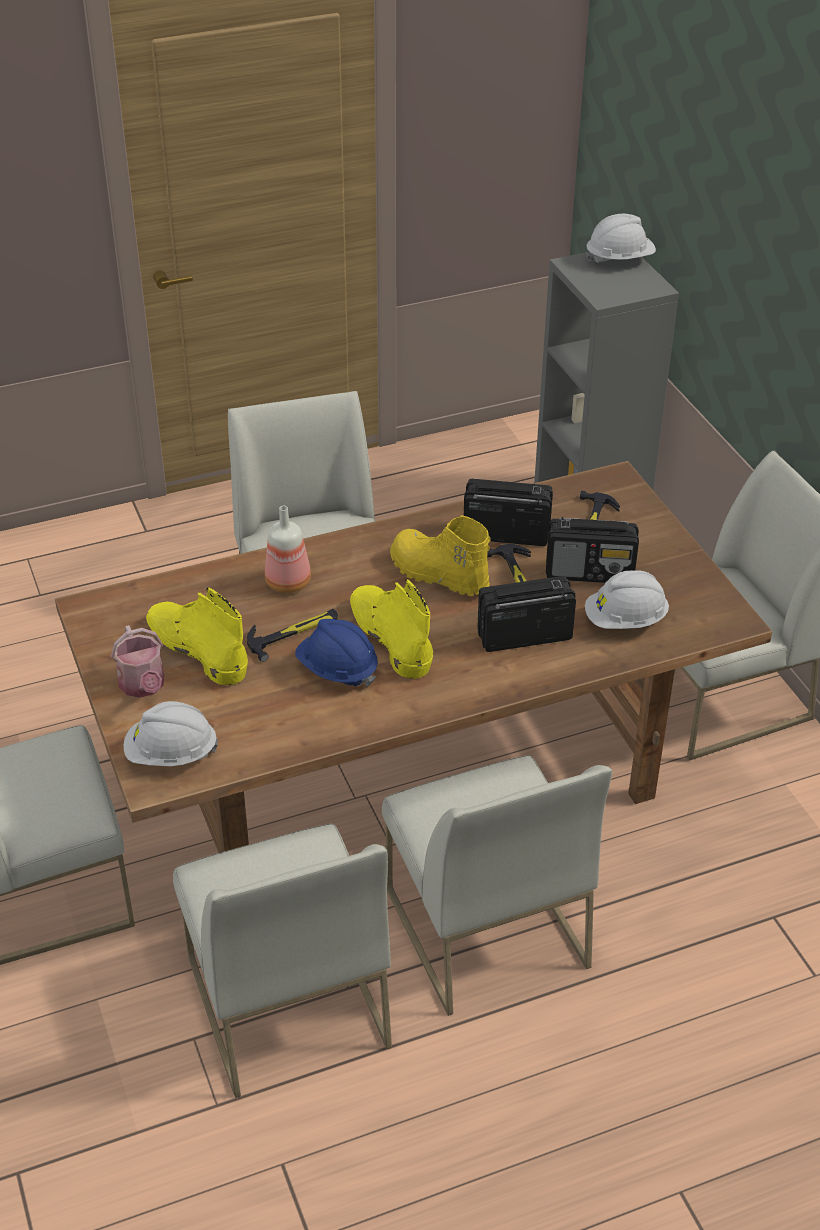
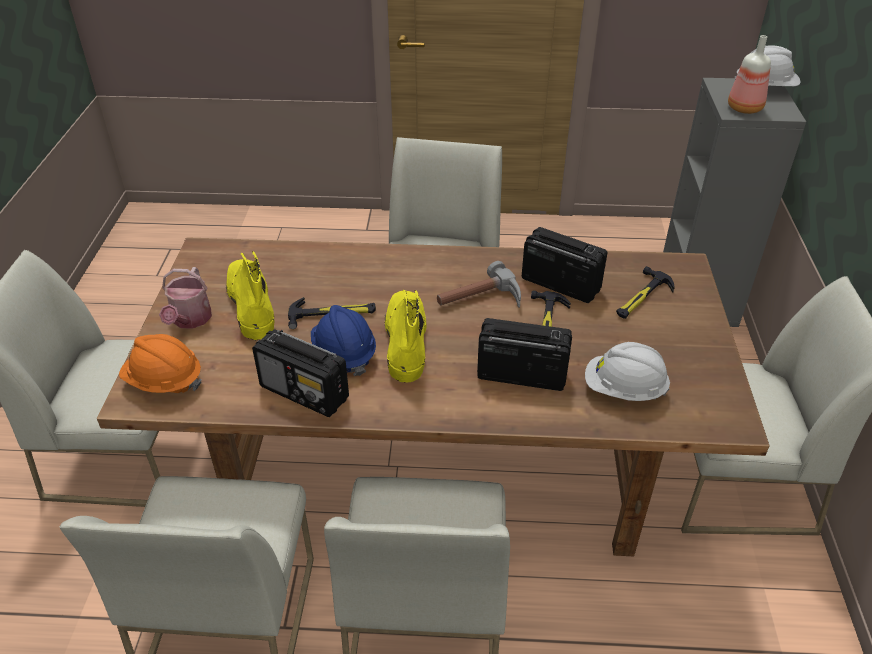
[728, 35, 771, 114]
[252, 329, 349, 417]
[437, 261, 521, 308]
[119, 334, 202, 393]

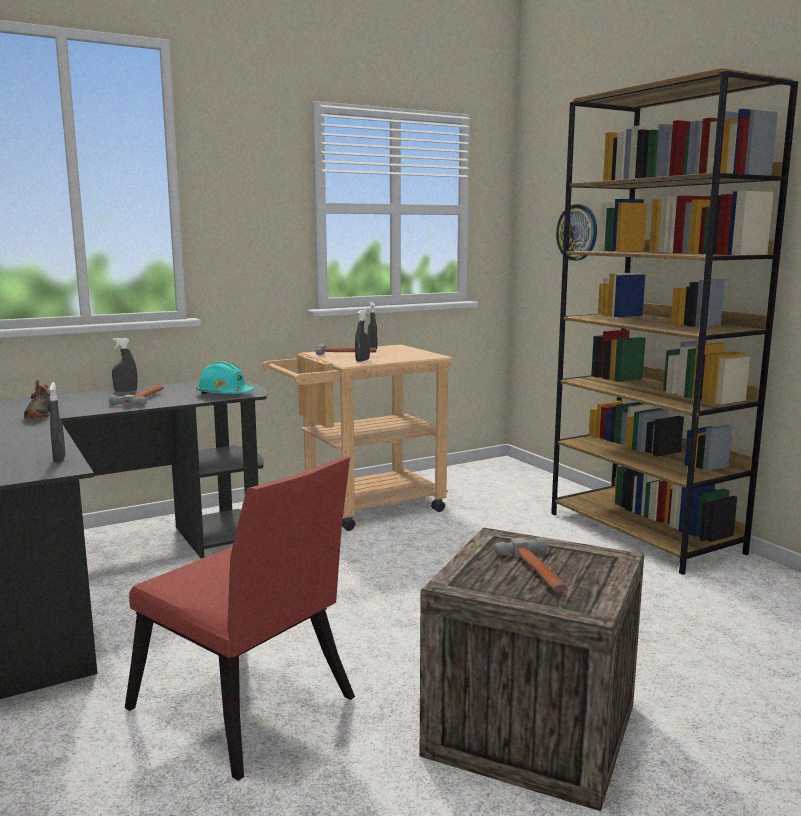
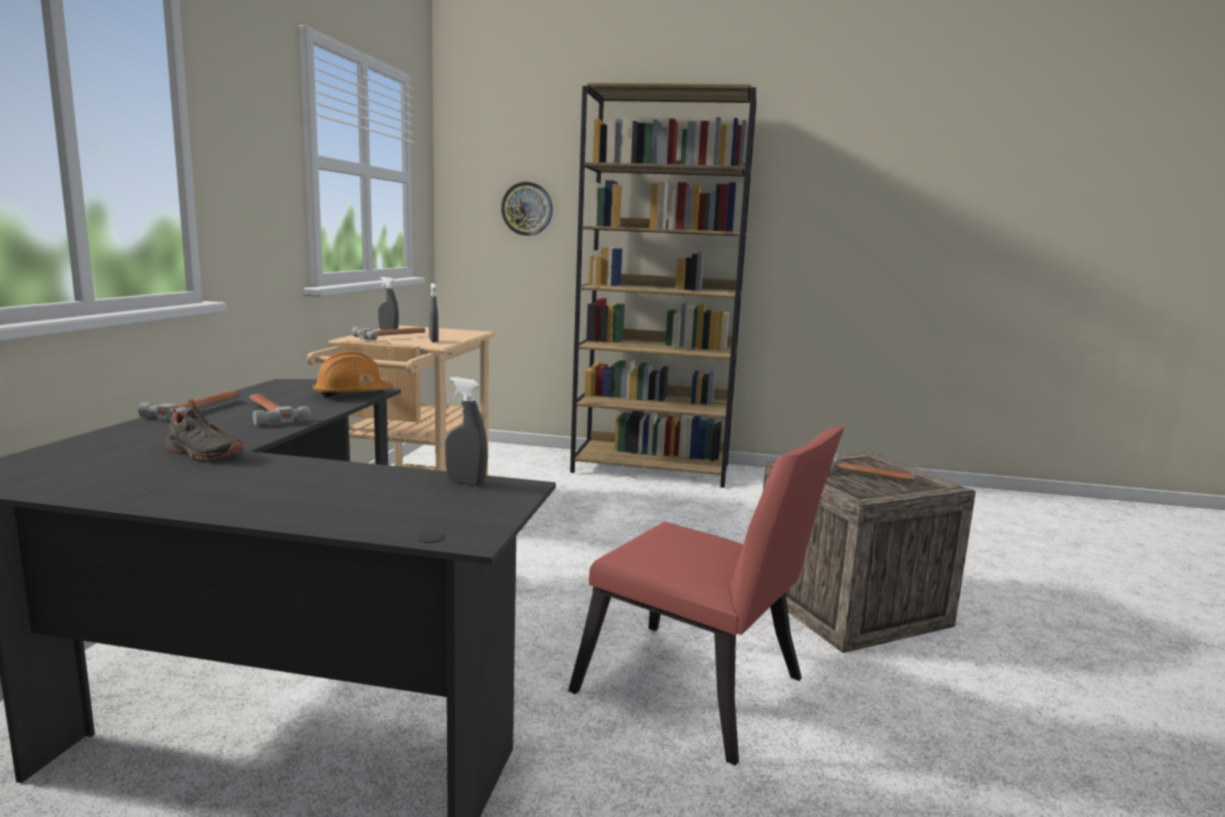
[138, 390, 239, 421]
[313, 352, 394, 397]
[568, 427, 844, 766]

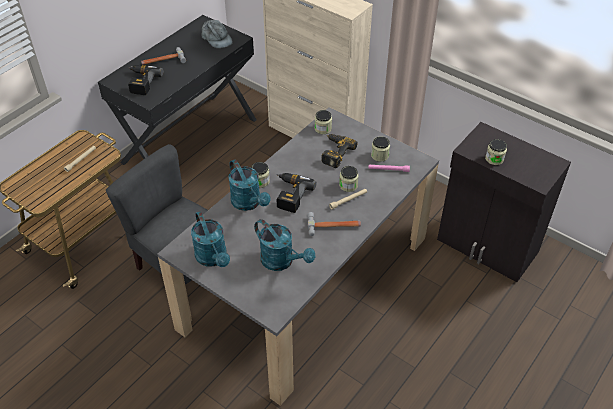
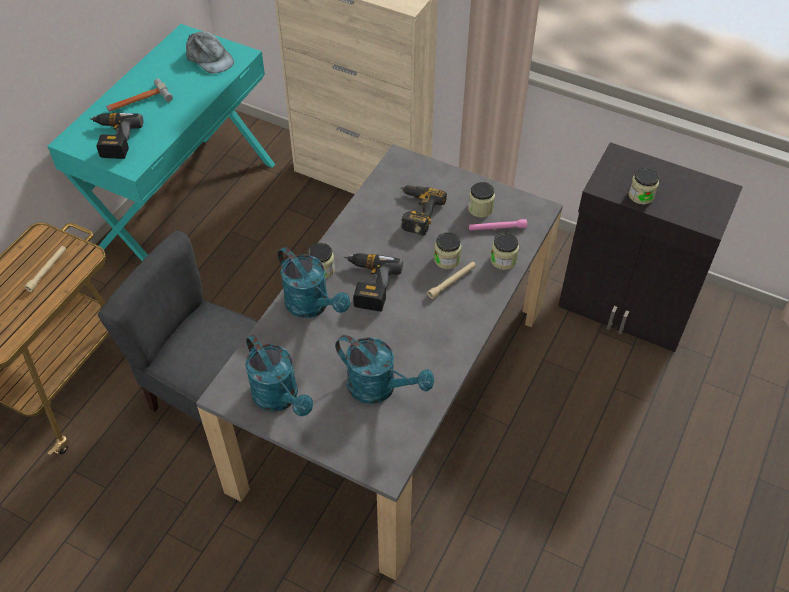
[307, 212, 361, 236] (first image)
[491, 233, 519, 270]
[47, 24, 275, 261]

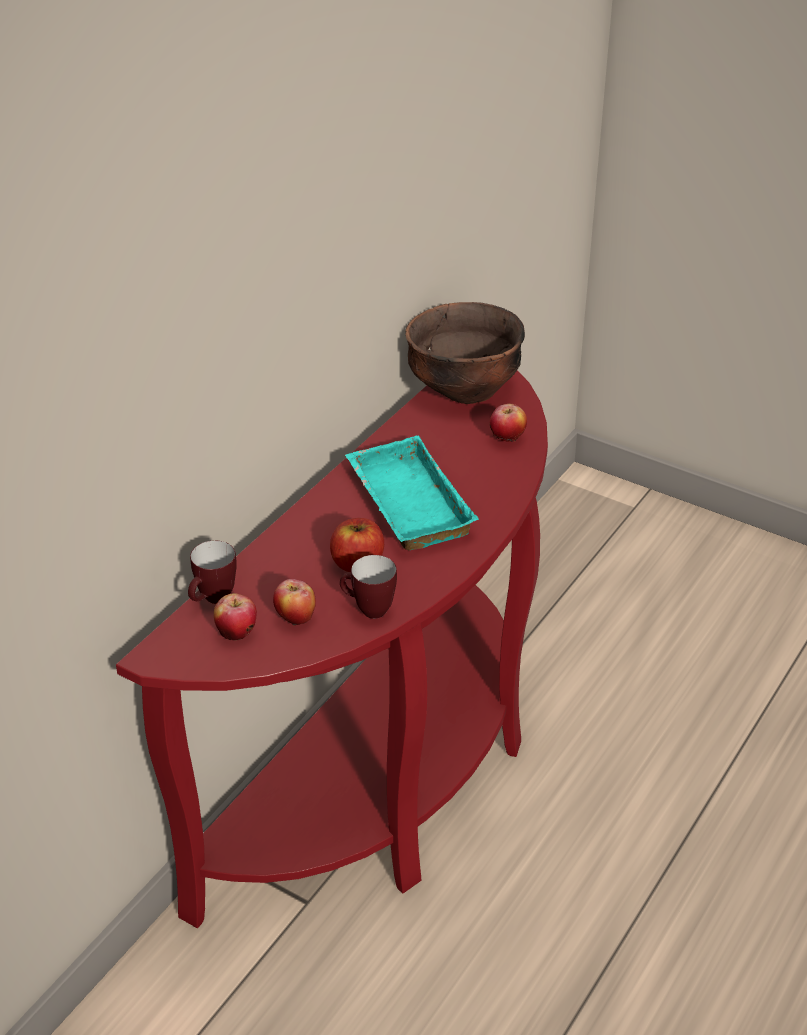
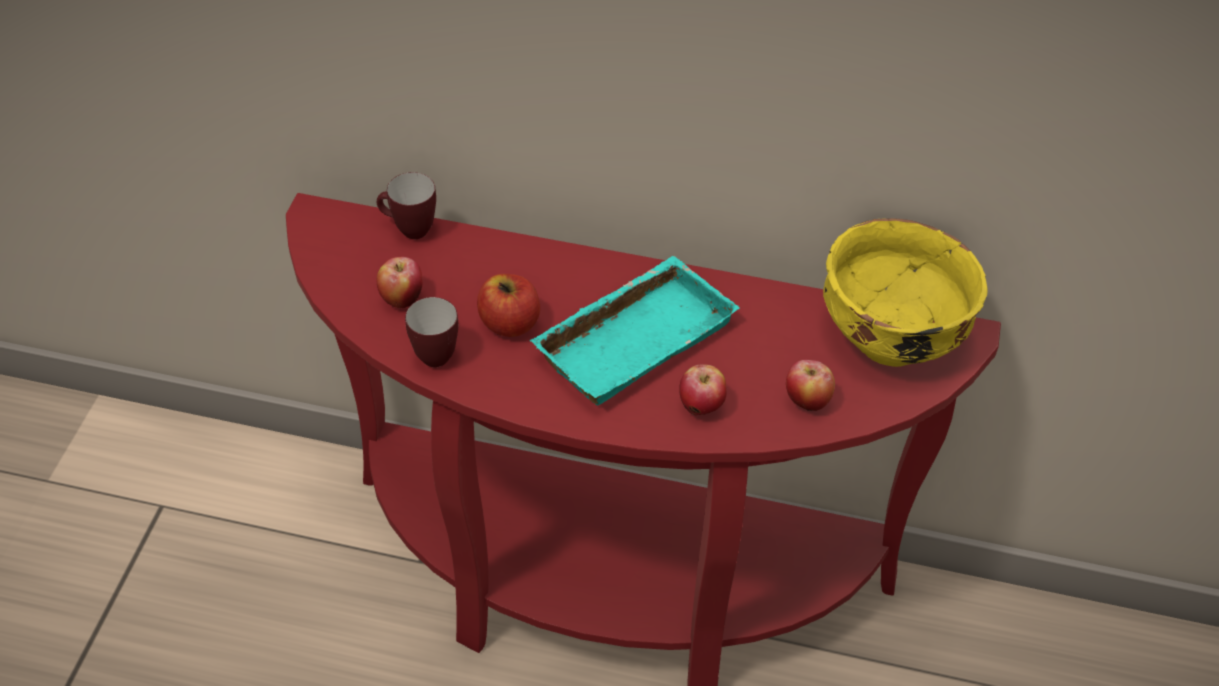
[679, 364, 726, 416]
[823, 218, 988, 367]

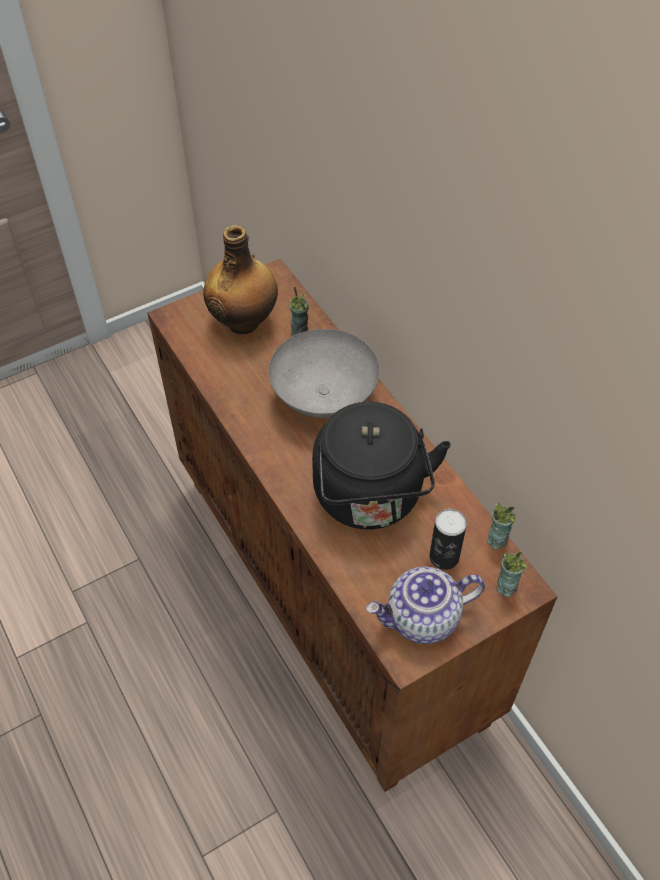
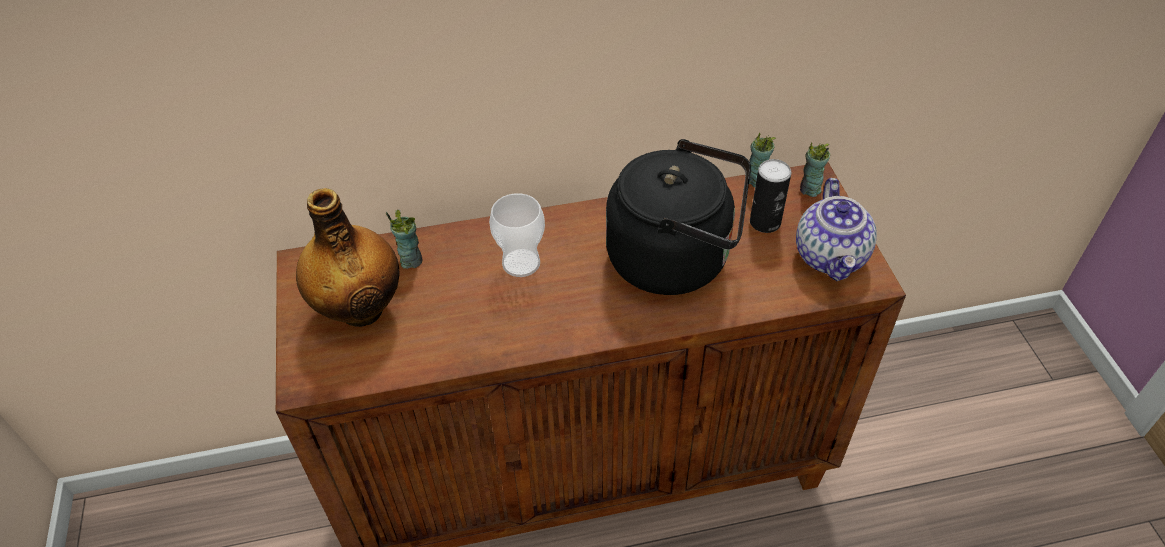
[489, 193, 545, 277]

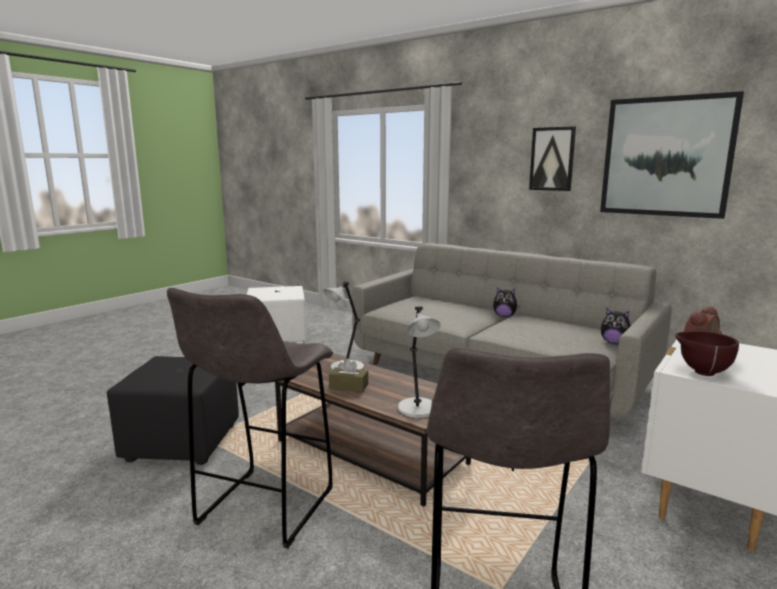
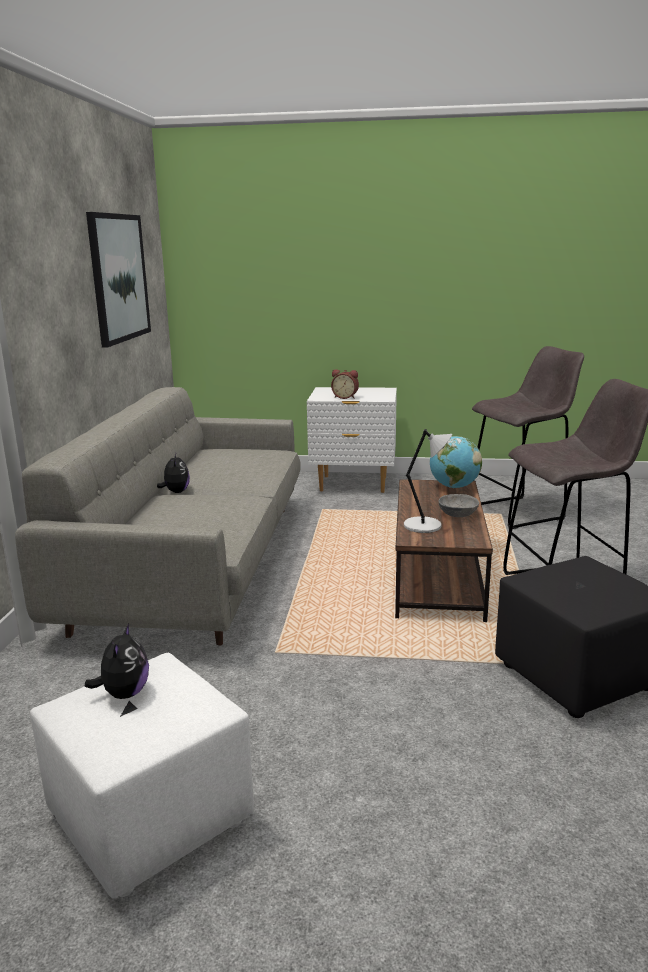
[529, 126, 576, 191] (first image)
[676, 331, 739, 376] (first image)
[85, 623, 149, 699]
[439, 494, 479, 517]
[430, 436, 482, 488]

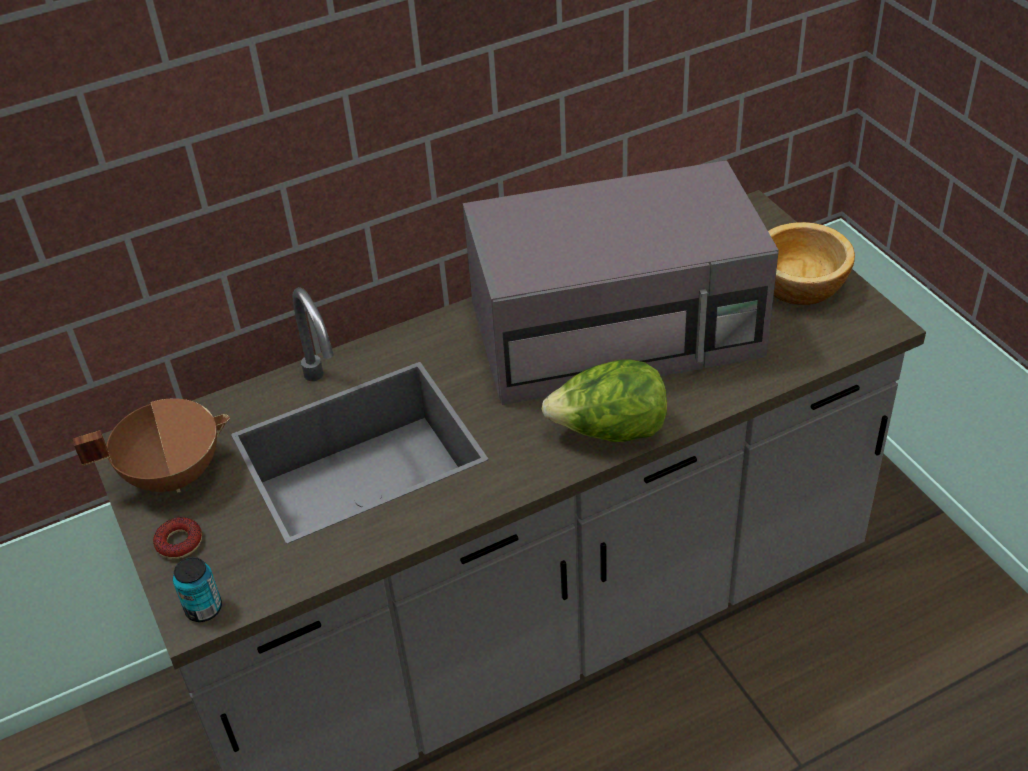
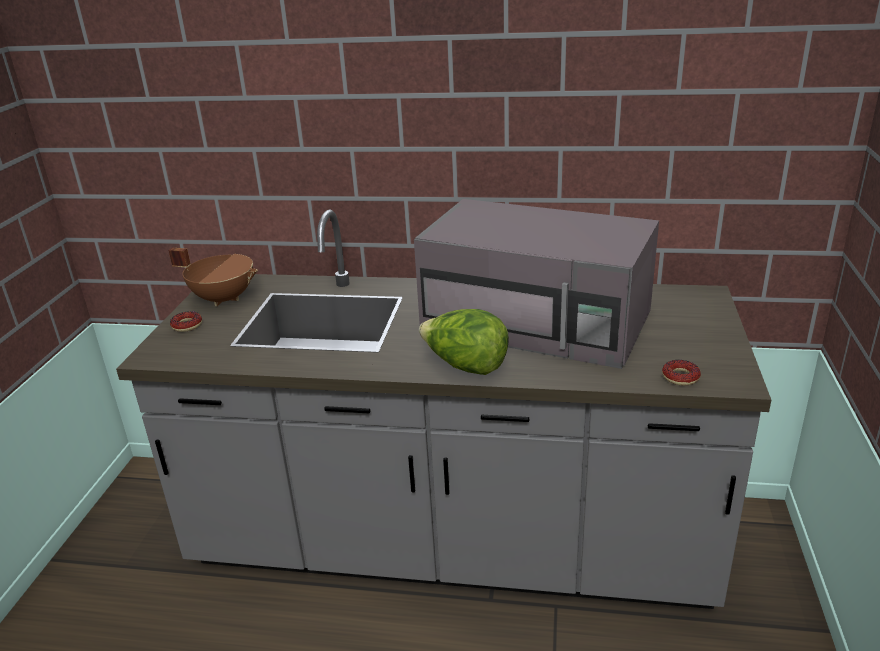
[173, 557, 222, 622] (first image)
[768, 222, 855, 305] (first image)
[662, 360, 701, 386]

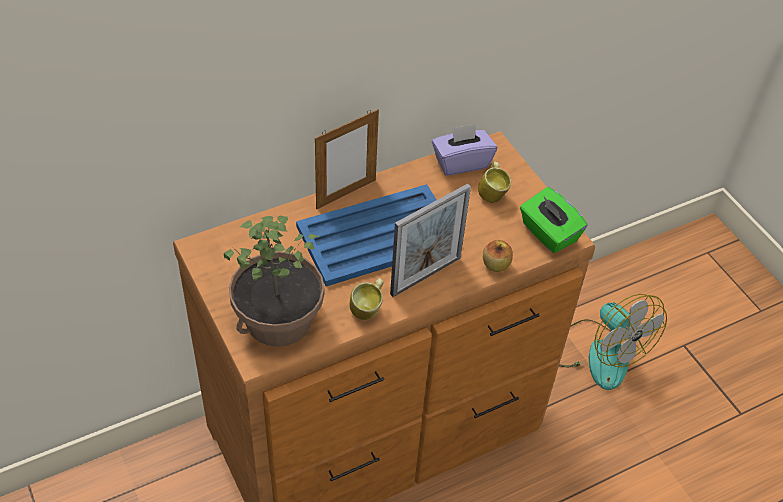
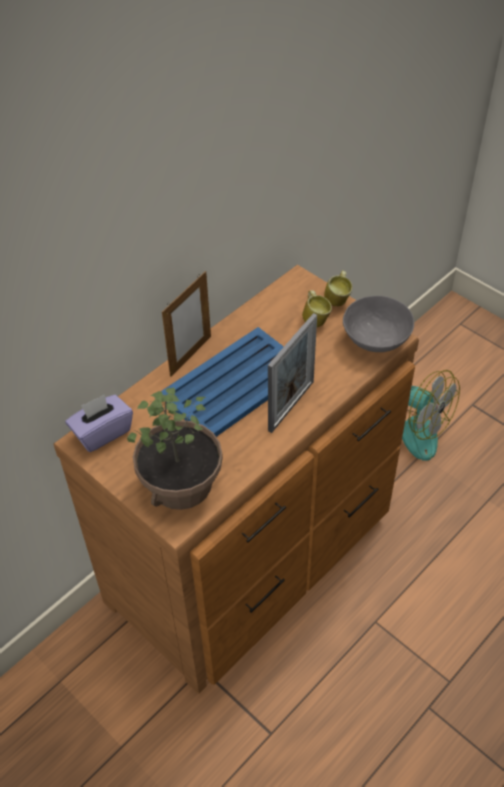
[483, 240, 513, 272] (first image)
[324, 270, 353, 306]
[65, 394, 133, 452]
[343, 296, 414, 352]

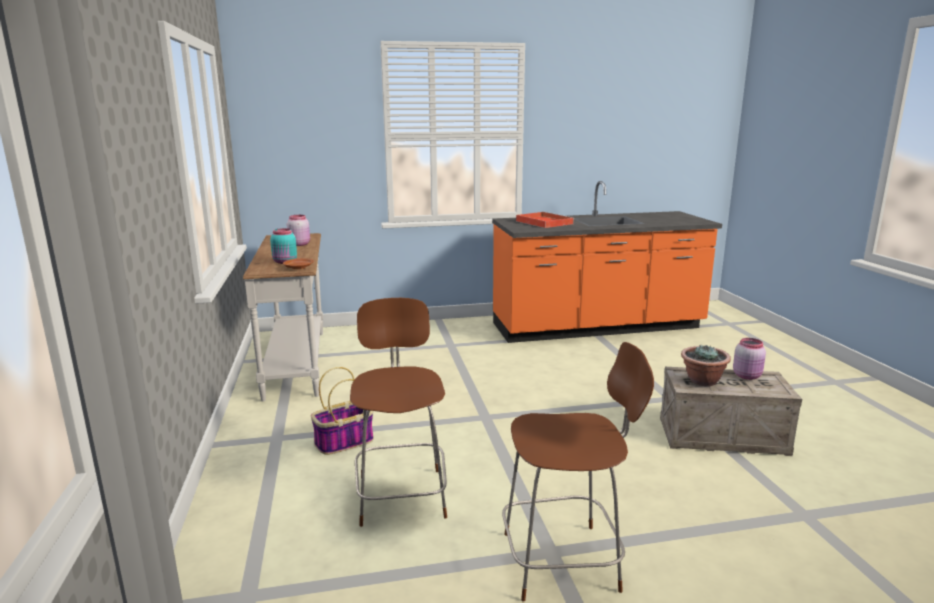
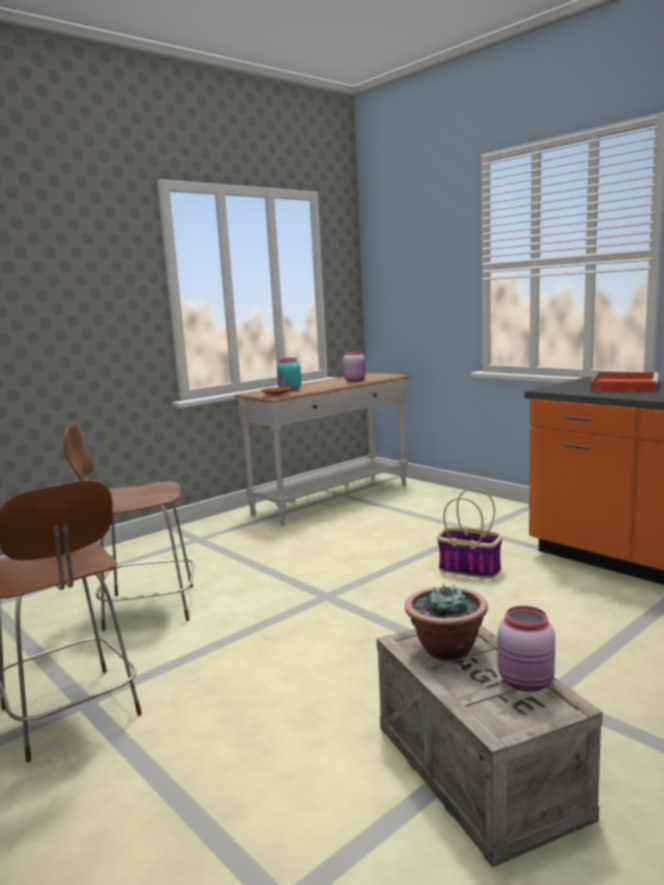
[437, 488, 502, 579]
[63, 425, 194, 631]

